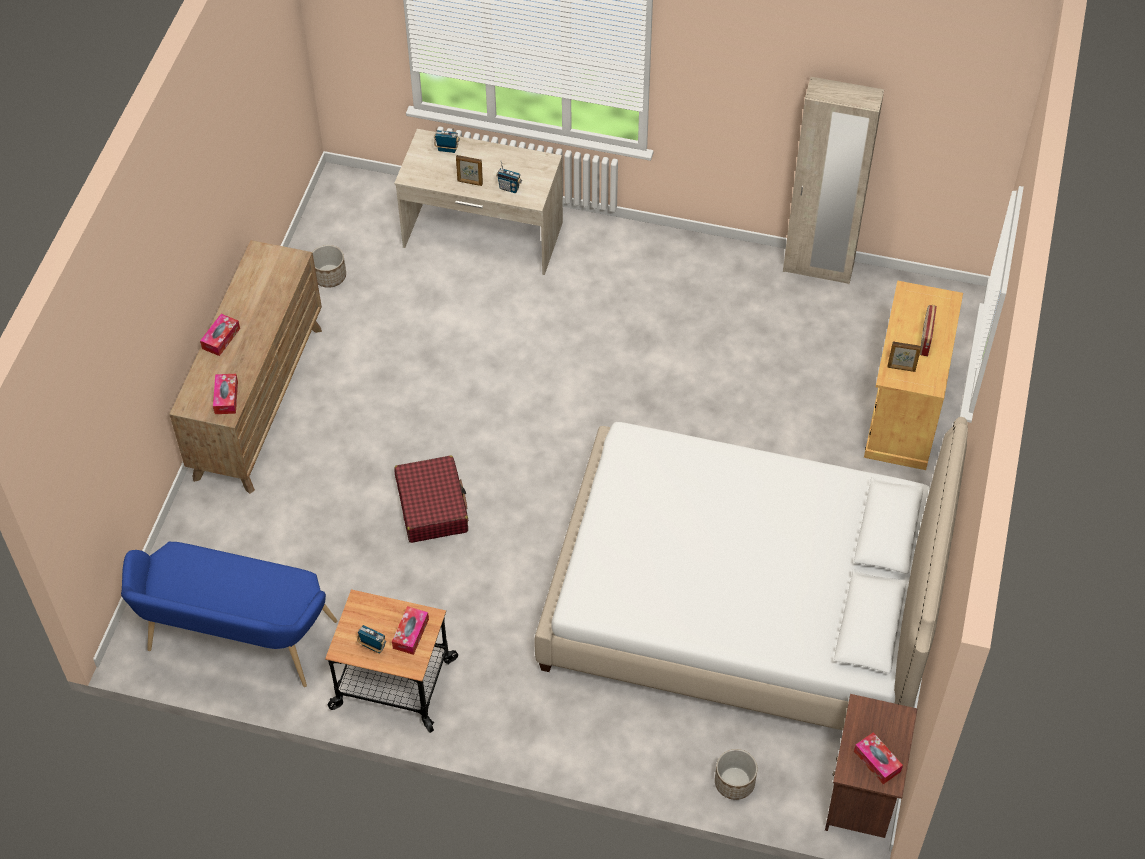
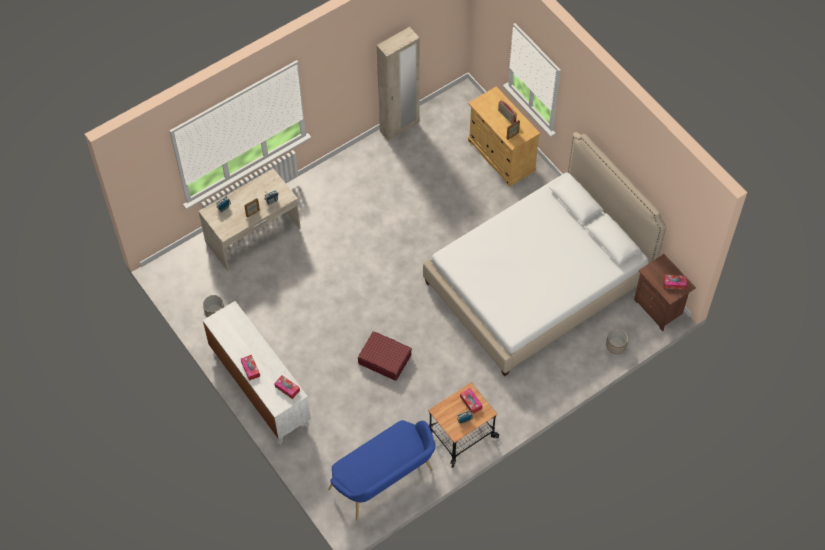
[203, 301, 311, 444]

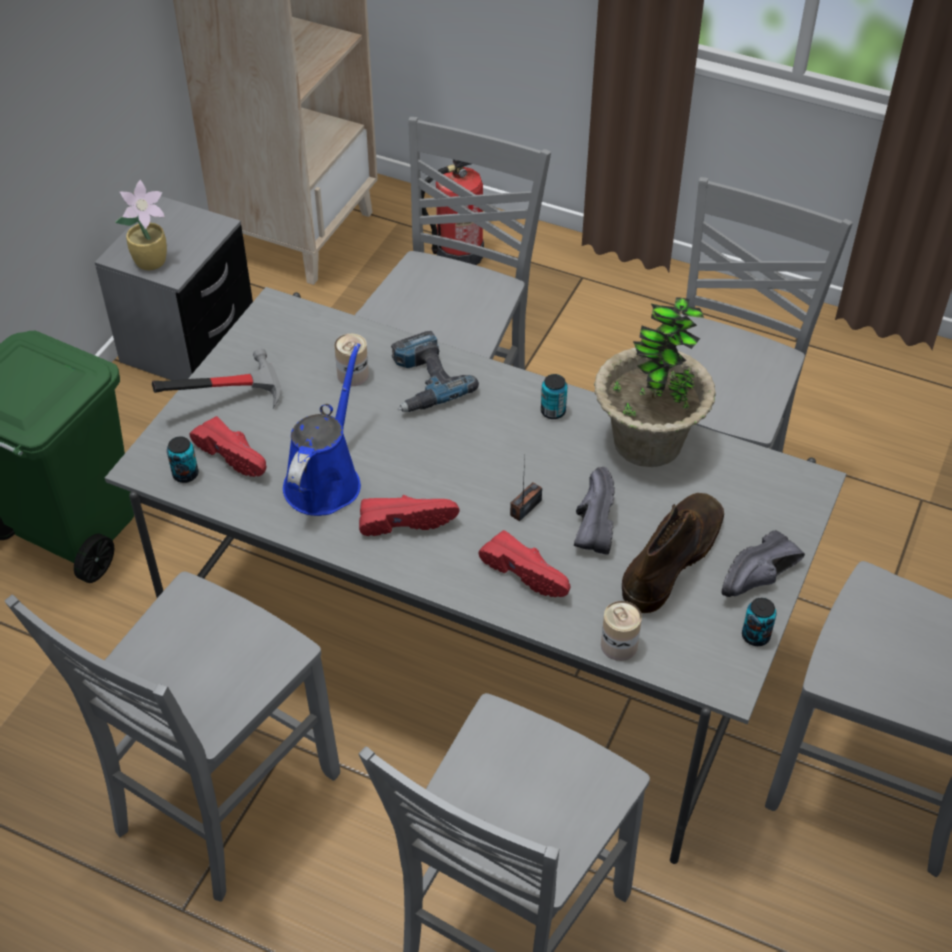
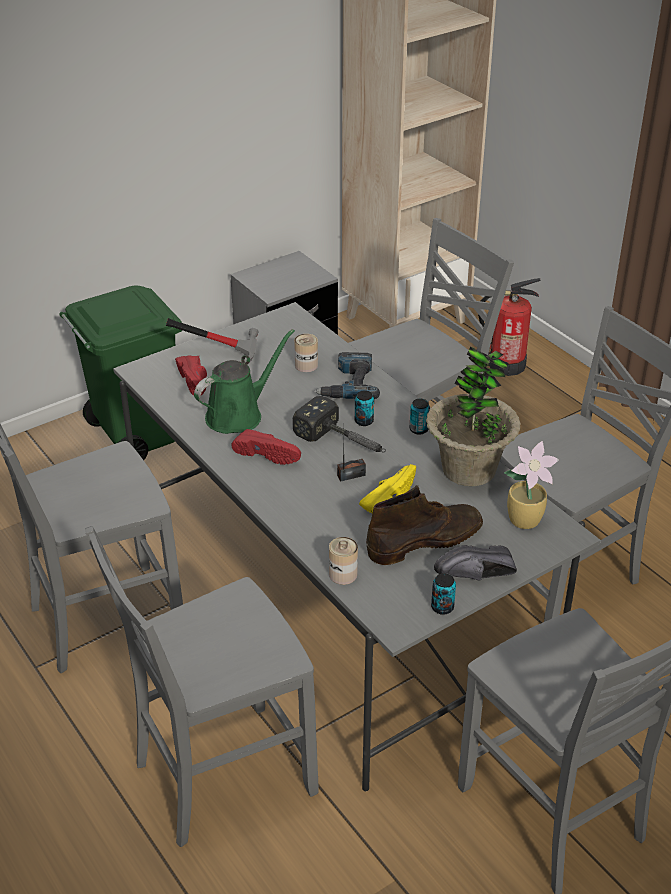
[478, 530, 571, 597] (first image)
[293, 396, 386, 452]
[504, 441, 559, 529]
[355, 391, 374, 426]
[194, 329, 295, 434]
[359, 464, 416, 513]

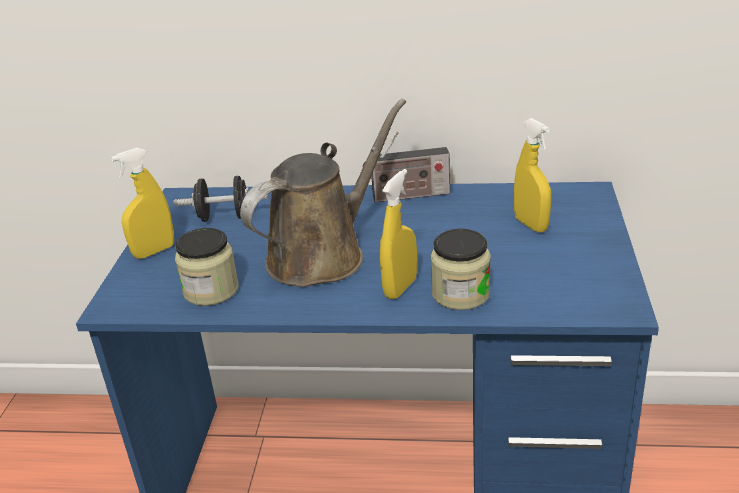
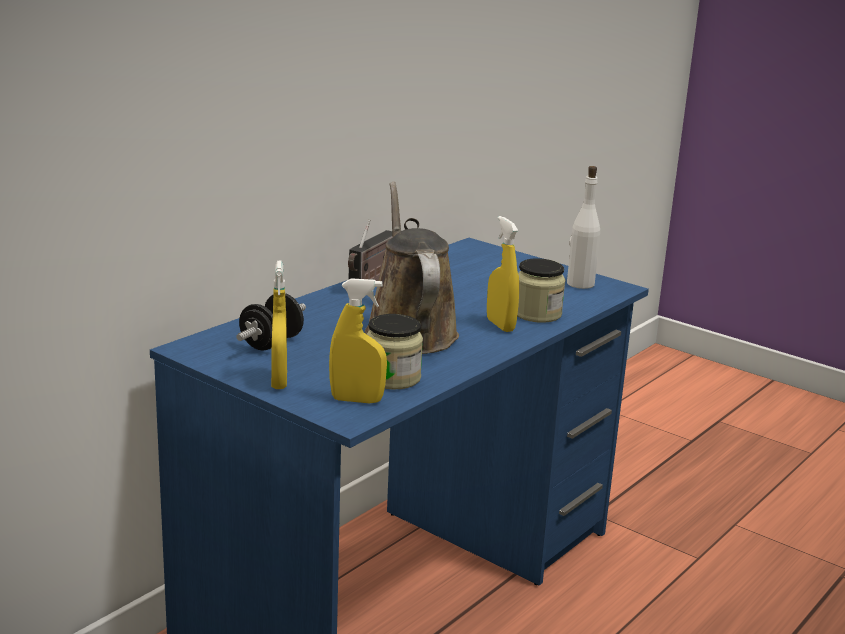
[567, 166, 600, 289]
[329, 278, 387, 403]

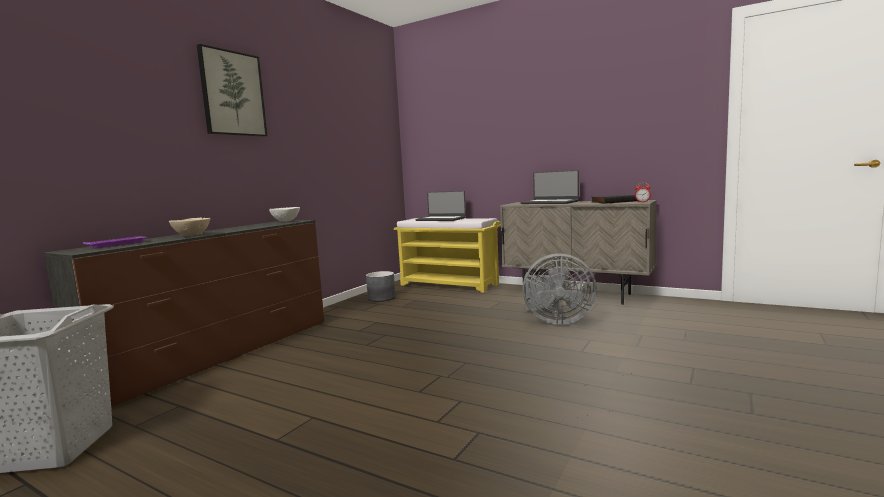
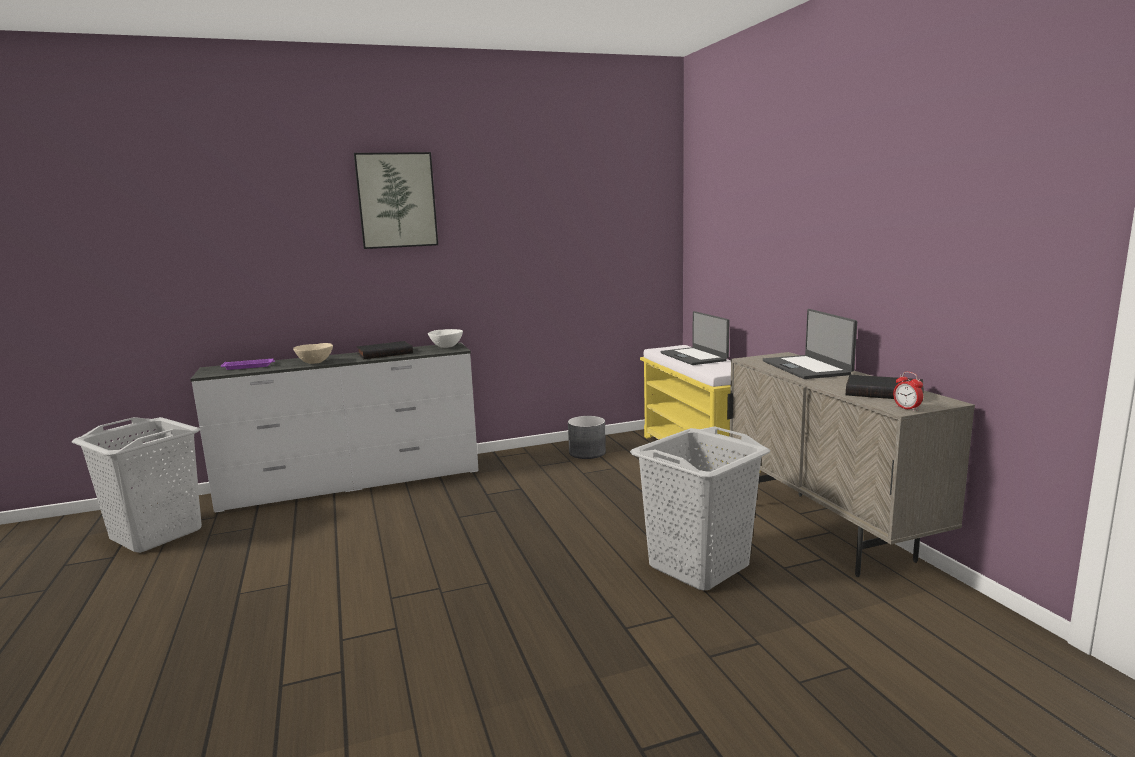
[356, 341, 413, 359]
[630, 426, 770, 590]
[191, 342, 479, 513]

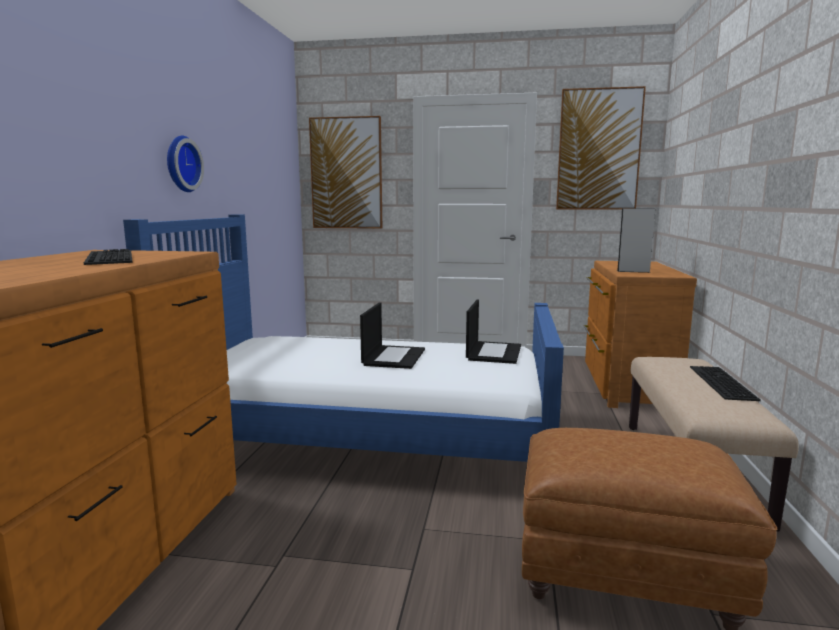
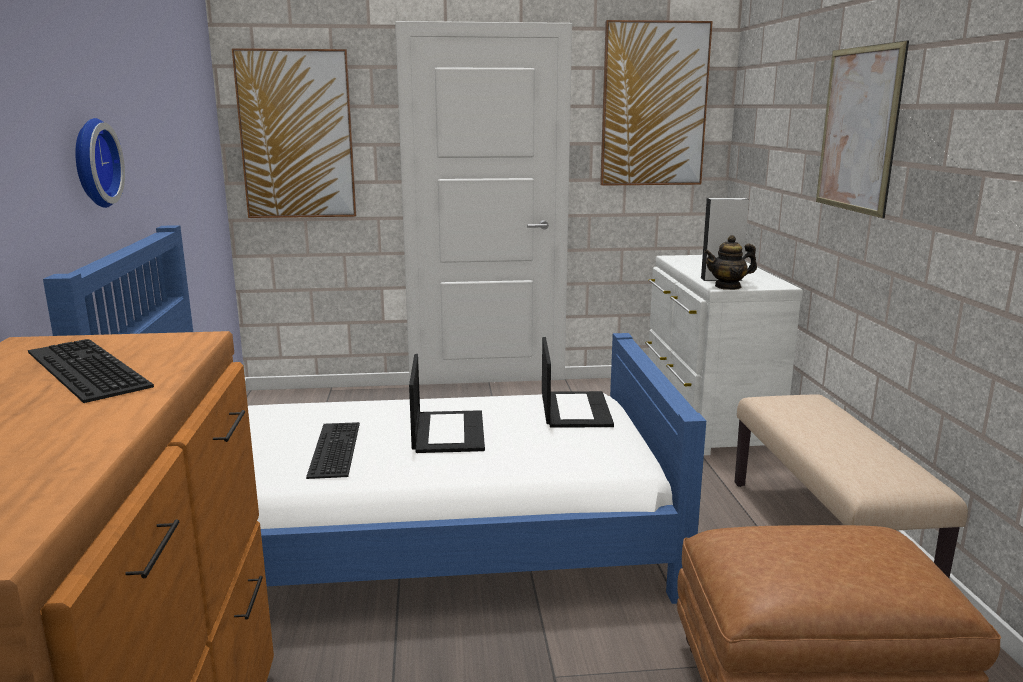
[704, 235, 757, 290]
[816, 40, 909, 218]
[306, 422, 360, 479]
[645, 255, 803, 455]

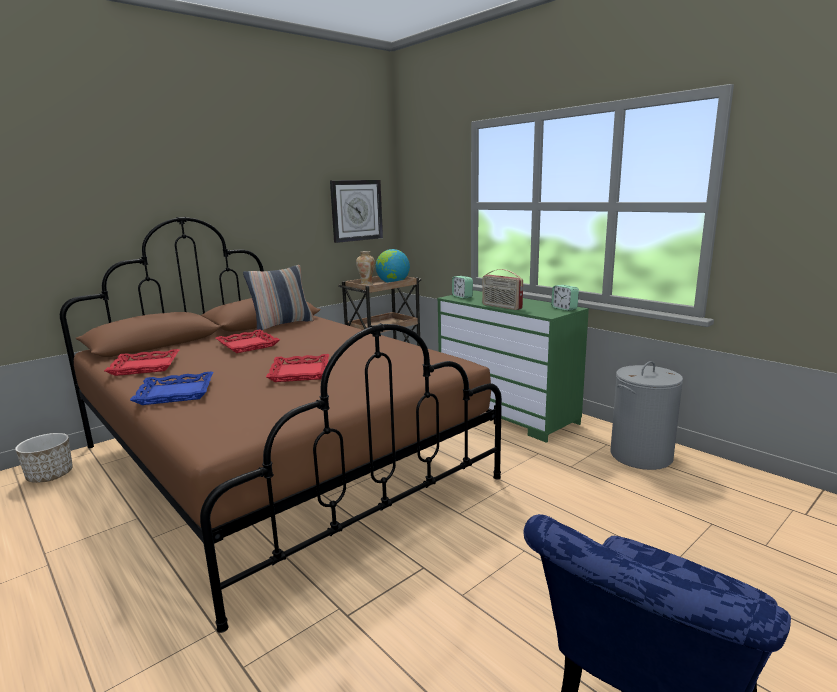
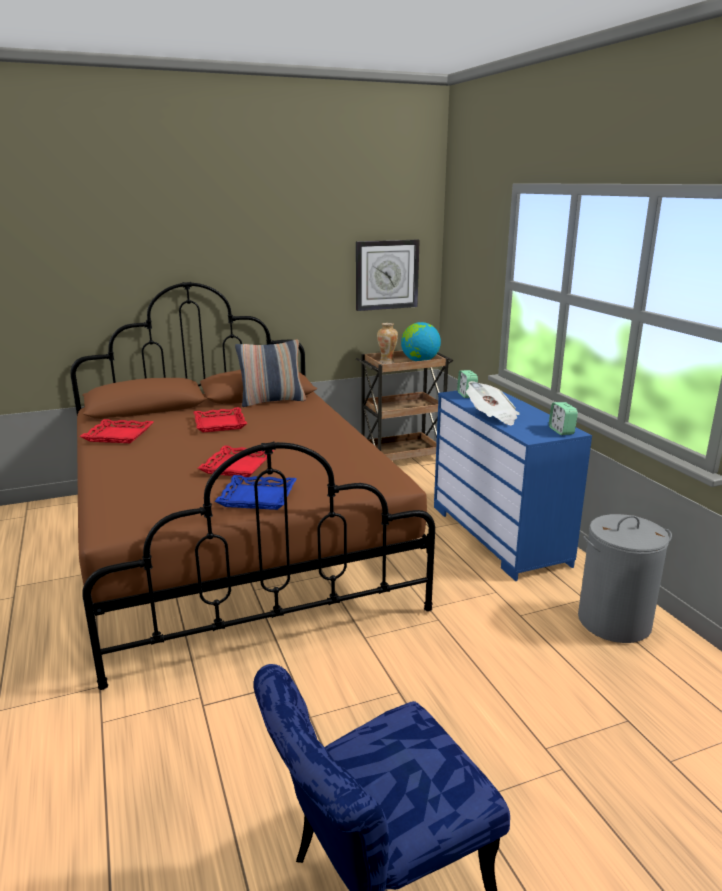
[15, 433, 73, 483] (first image)
[214, 475, 297, 510]
[466, 381, 520, 426]
[434, 391, 592, 581]

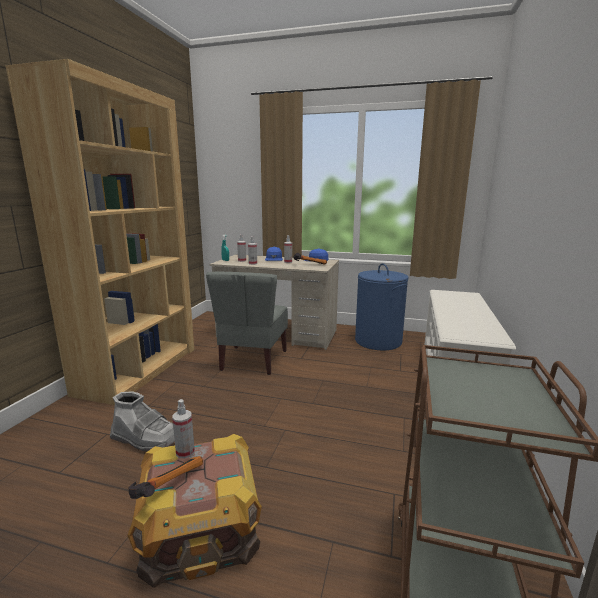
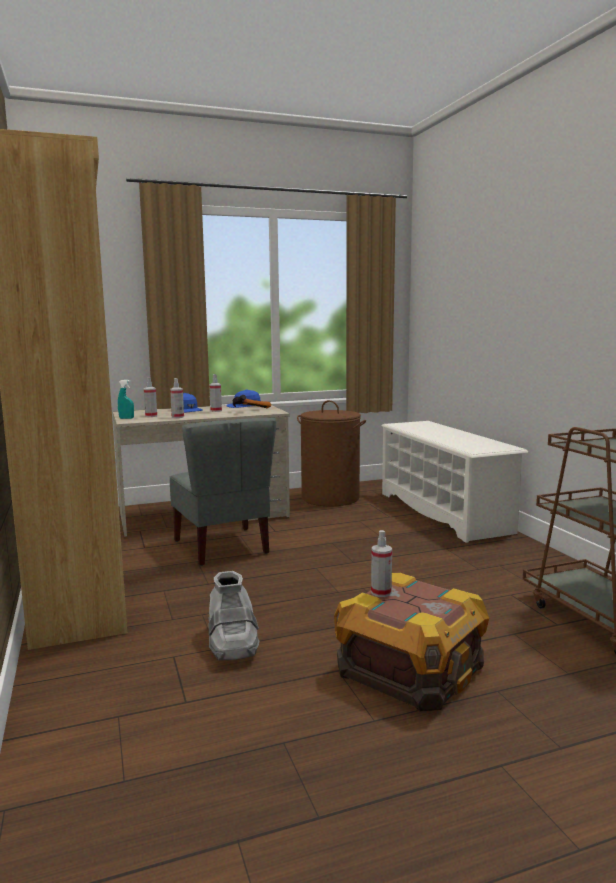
[129, 456, 203, 499] (first image)
[297, 400, 366, 506]
[208, 571, 259, 661]

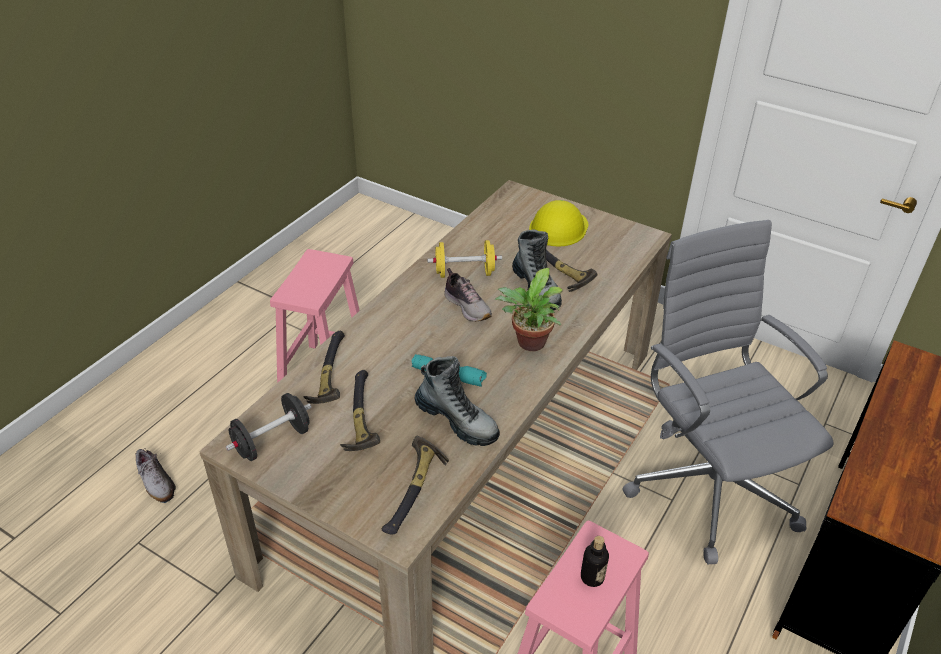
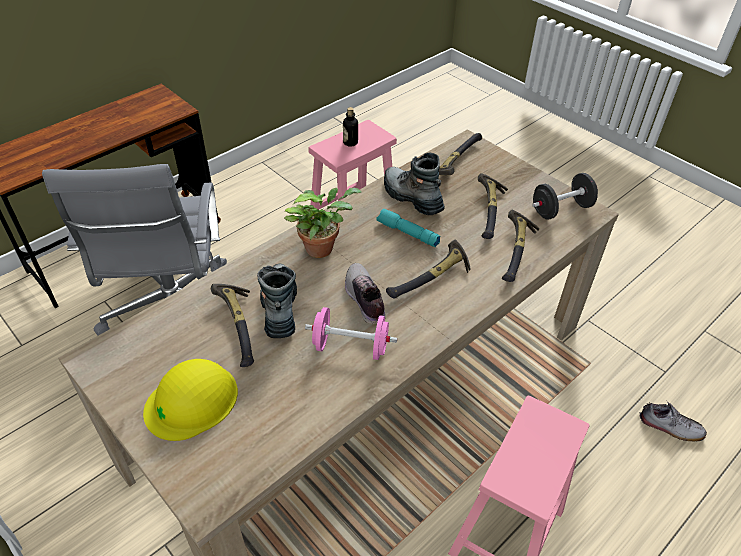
[386, 239, 471, 299]
[305, 307, 397, 360]
[639, 402, 707, 441]

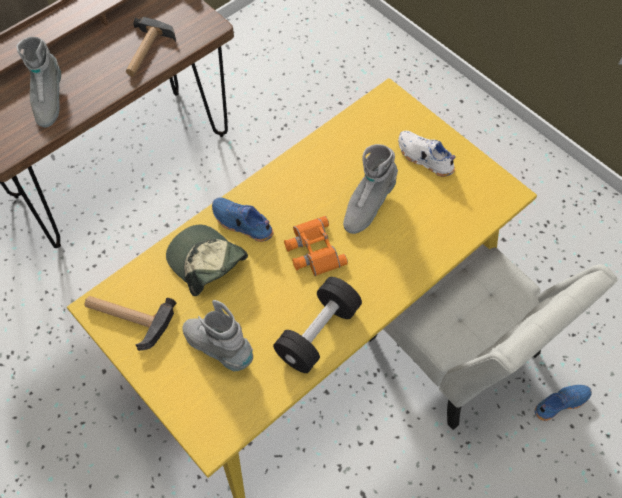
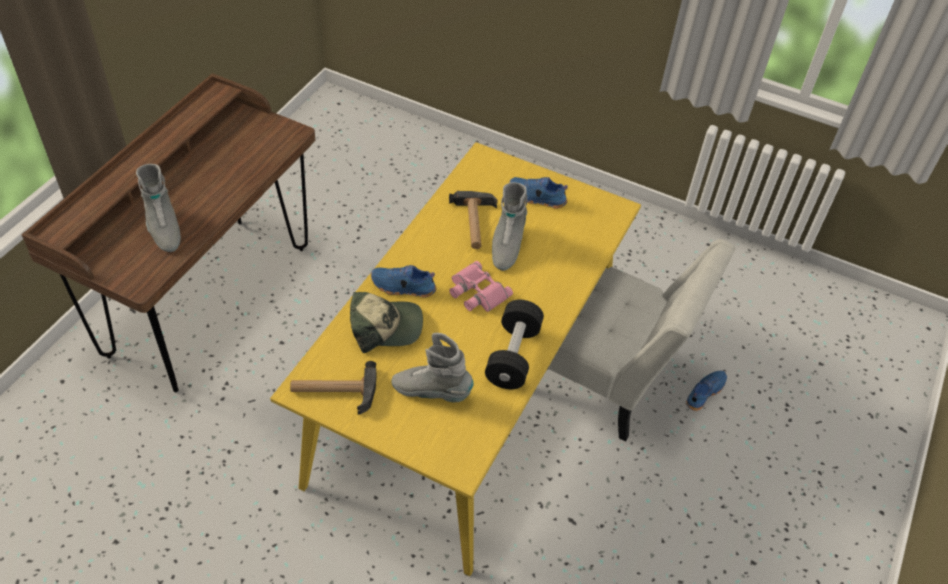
[449, 191, 498, 249]
[449, 261, 513, 312]
[509, 177, 568, 209]
[350, 292, 423, 353]

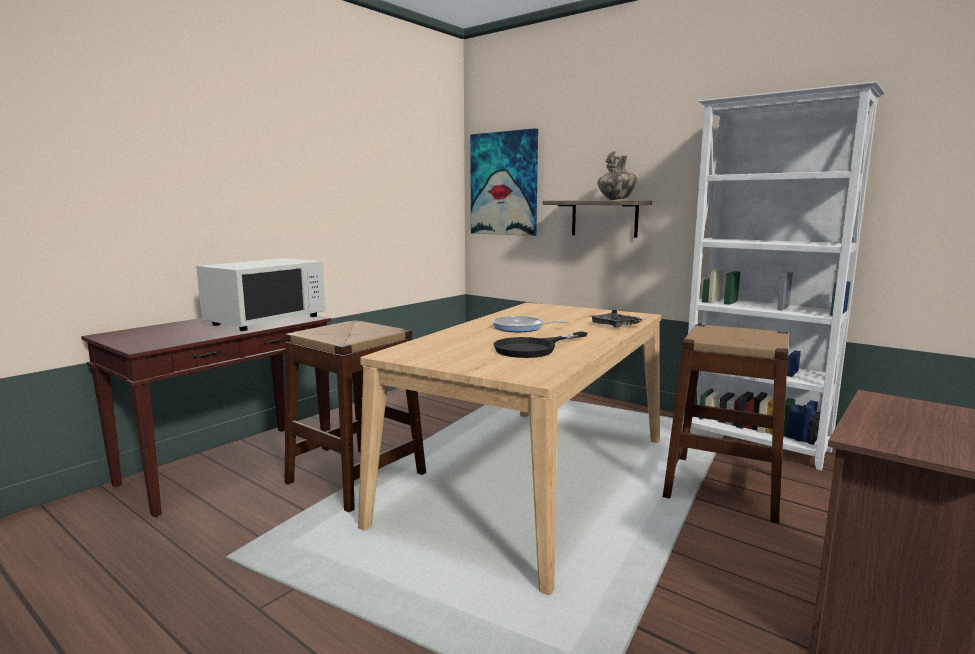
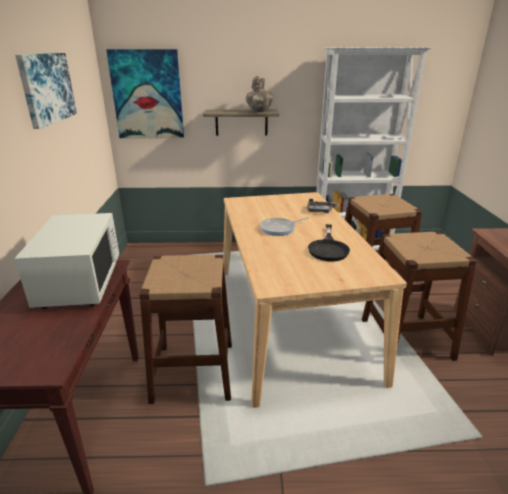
[15, 53, 77, 129]
[362, 232, 477, 361]

